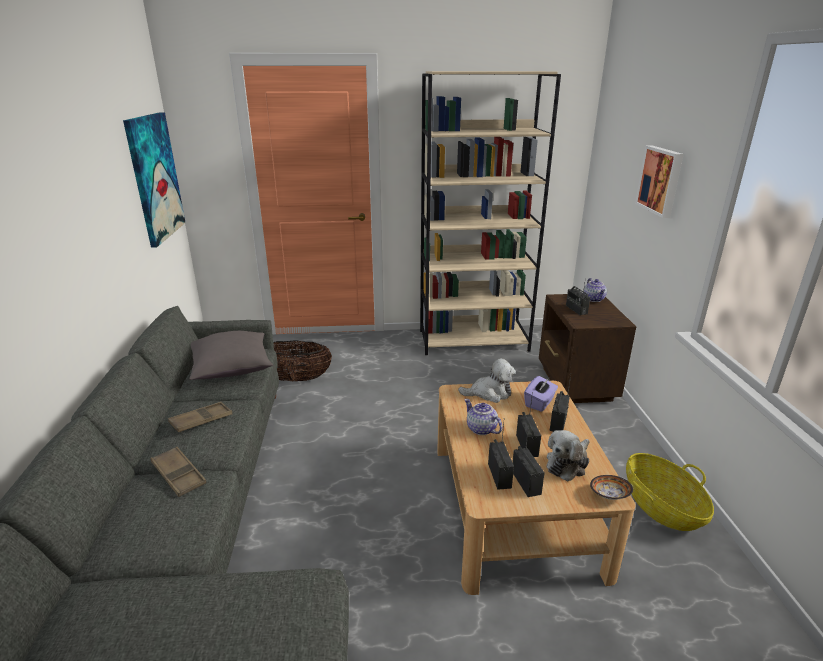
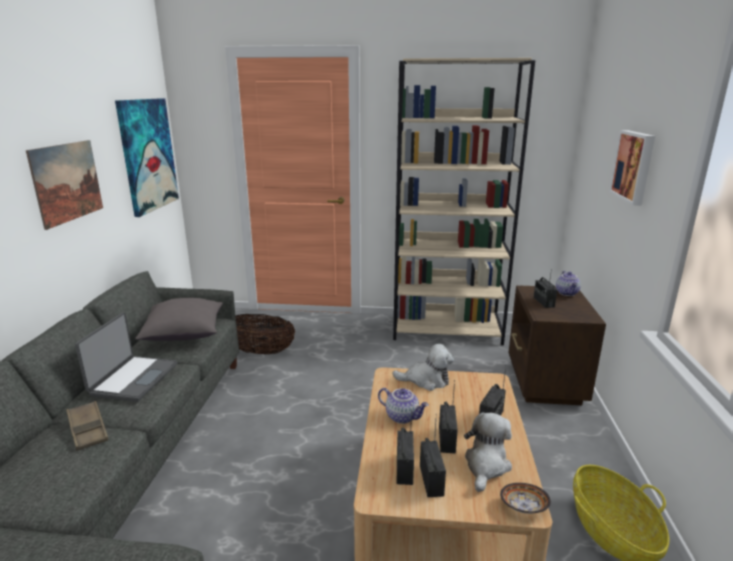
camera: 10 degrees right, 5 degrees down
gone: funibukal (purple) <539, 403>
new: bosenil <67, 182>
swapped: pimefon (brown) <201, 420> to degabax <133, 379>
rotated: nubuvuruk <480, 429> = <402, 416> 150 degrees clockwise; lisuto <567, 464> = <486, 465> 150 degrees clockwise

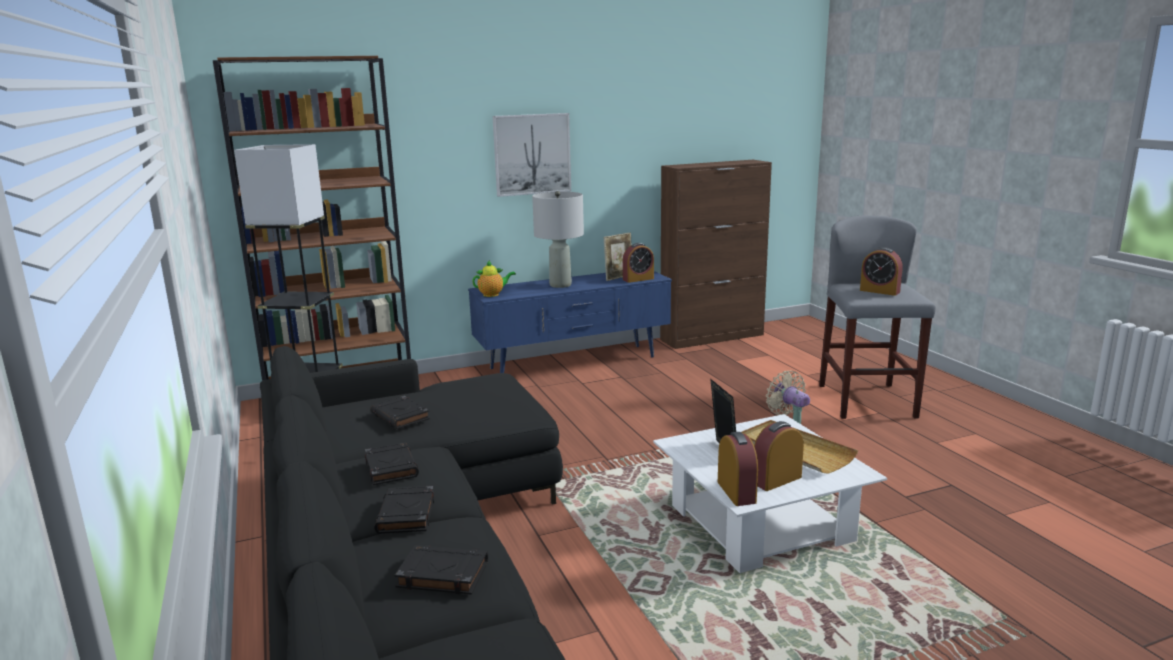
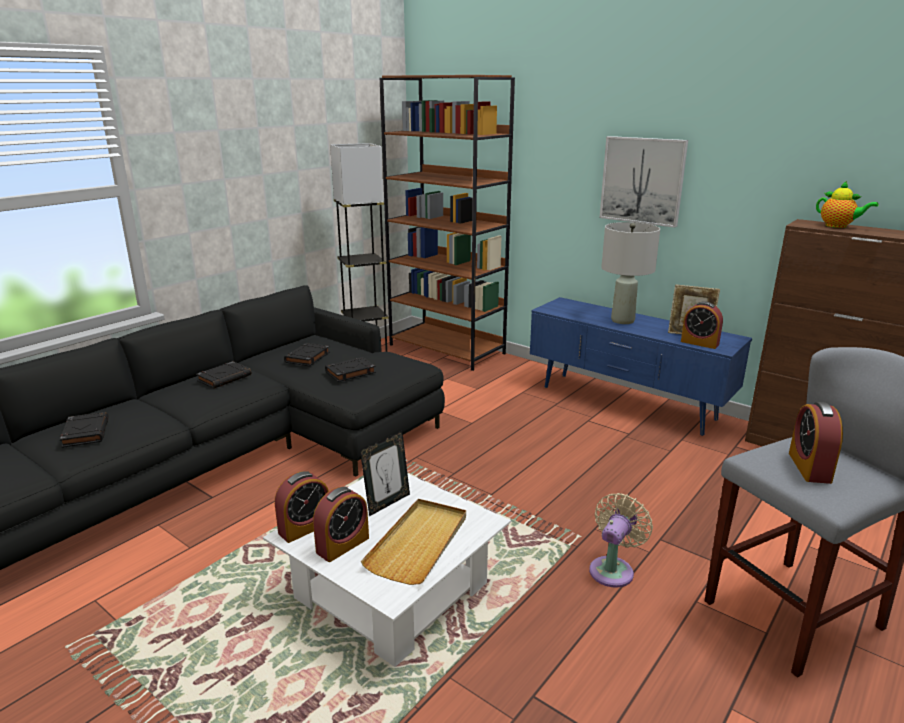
camera: 60 degrees right, 5 degrees up
shifted: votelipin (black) <406, 515> to <350, 373>; nubuvuruk <493, 294> to <838, 226>
rotated: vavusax <776, 480> = <342, 545> 105 degrees clockwise

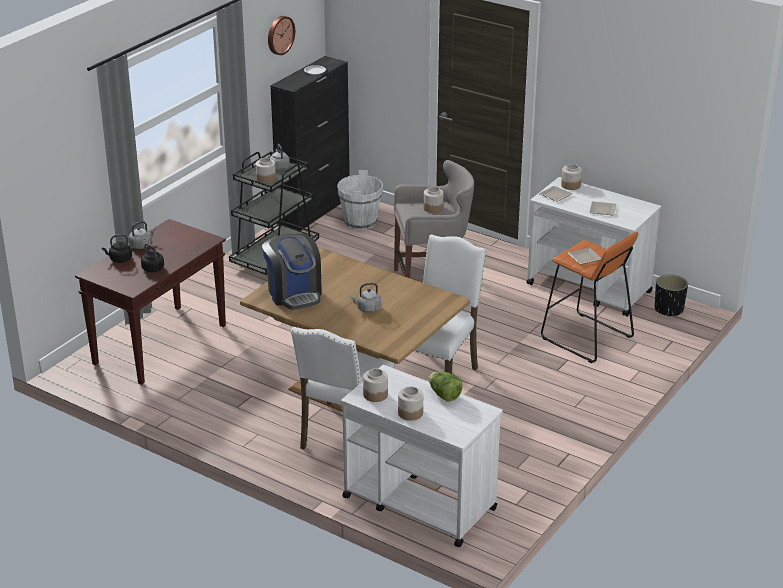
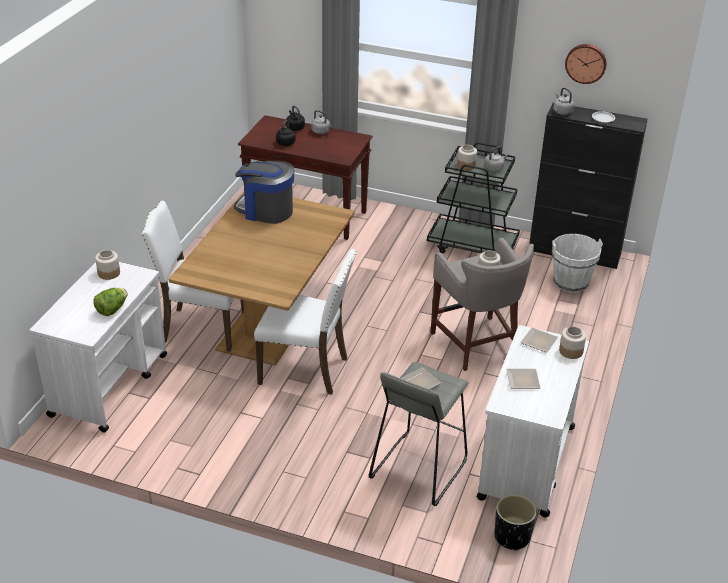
camera: 75 degrees right, 5 degrees up
gone: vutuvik <410, 413>
shifted: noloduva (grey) <367, 309> to <562, 111>
repainted: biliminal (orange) <586, 338> to biliminal (grey) <417, 469>
rotated: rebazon <294, 293> = <266, 210> 60 degrees clockwise

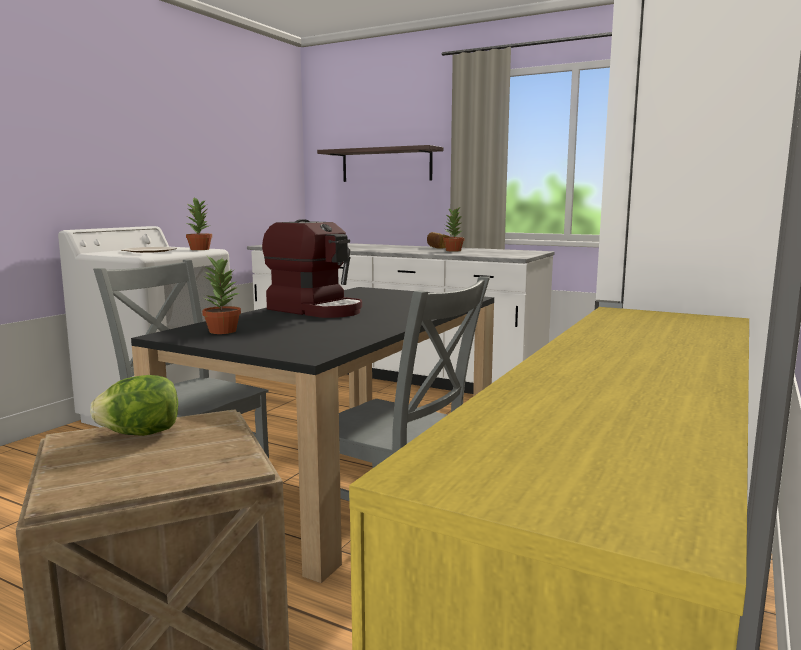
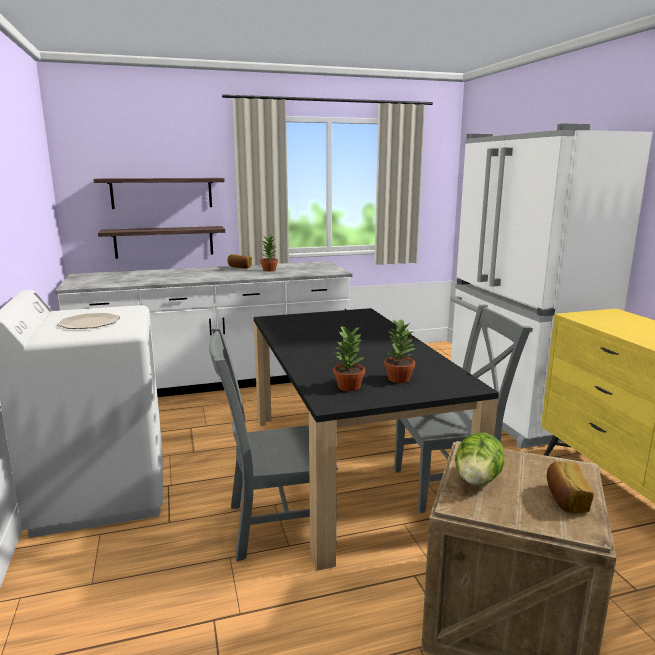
camera: 45 degrees left, 5 degrees up
gone: rebazon <316, 310>
new: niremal <164, 242>; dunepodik <565, 499>
shifted: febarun <200, 249> to <398, 378>

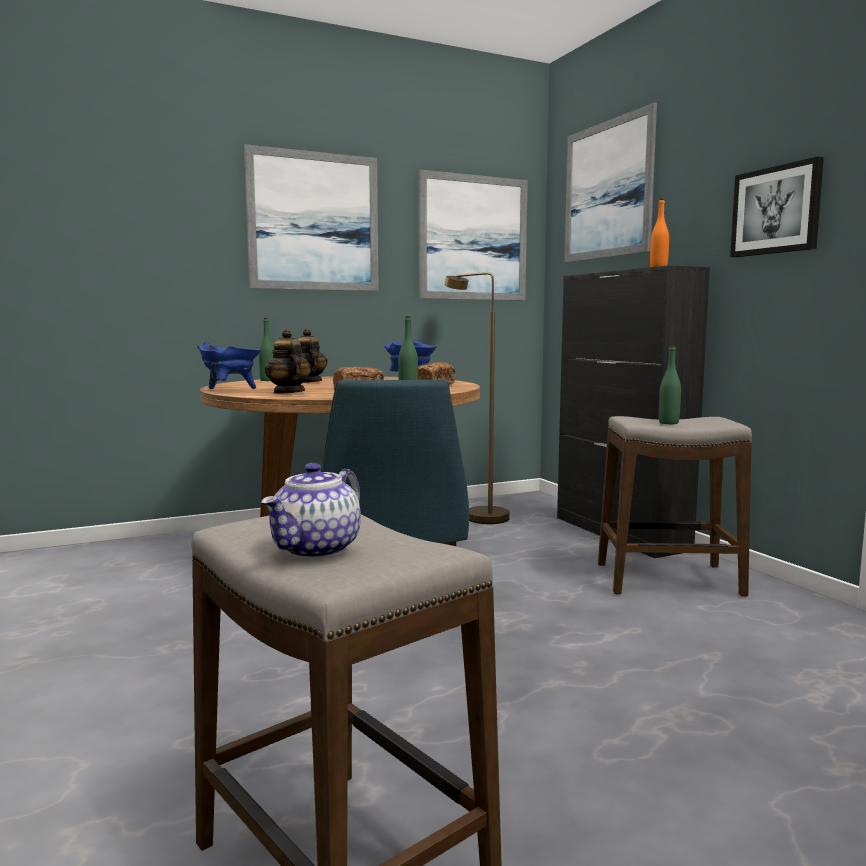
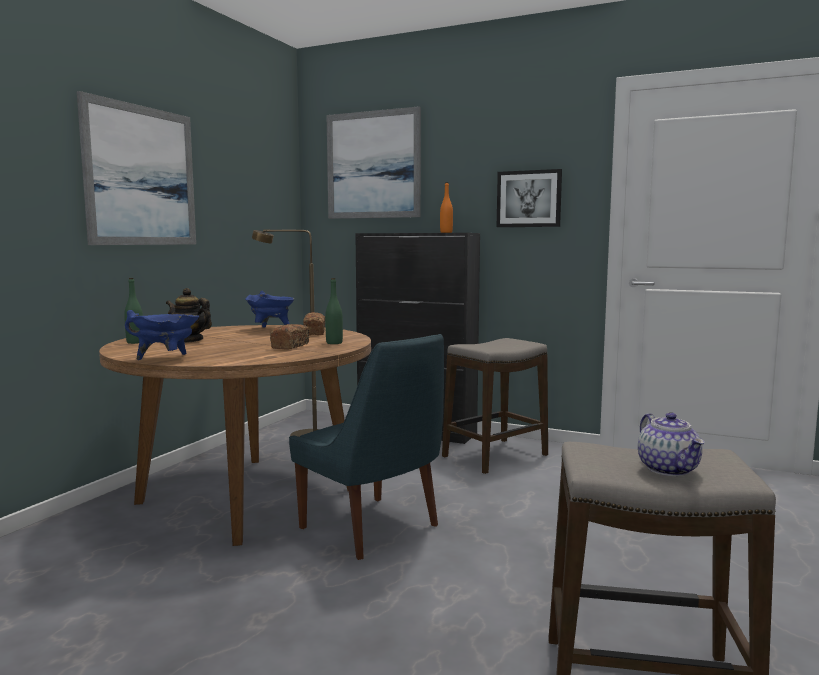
camera: 40 degrees left, 0 degrees up
gone: nubuvuruk <288, 392>; bosenil <473, 238>; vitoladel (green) <668, 423>

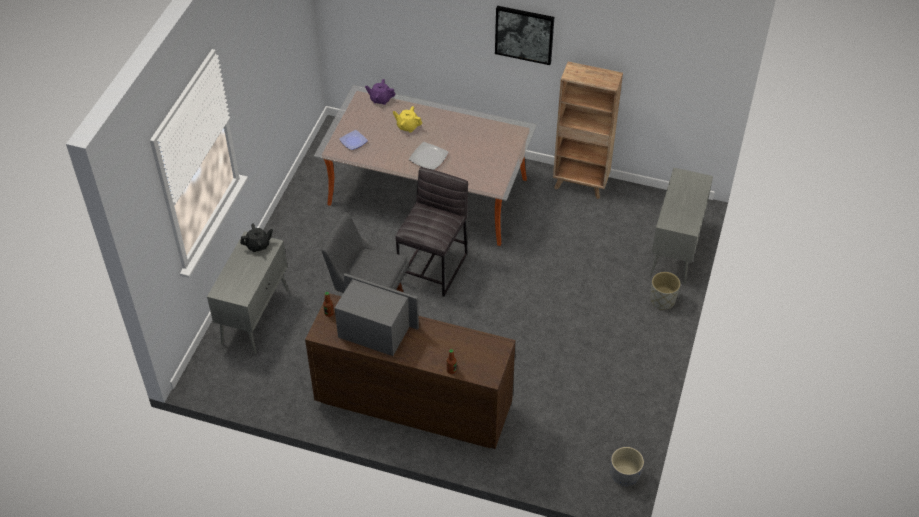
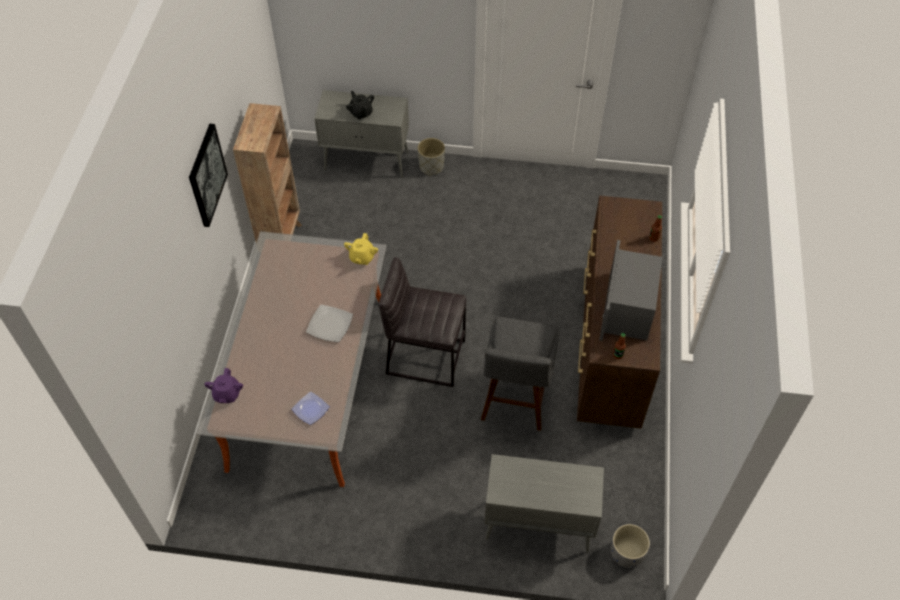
camera: 100 degrees left, 5 degrees up
shifted: nubuvuruk (black) <258, 245> to <361, 112>; nubuvuruk (yellow) <407, 126> to <362, 257>; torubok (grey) <624, 475> to <626, 554>

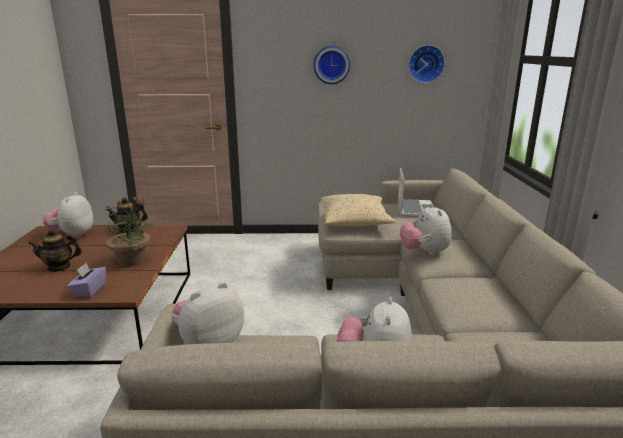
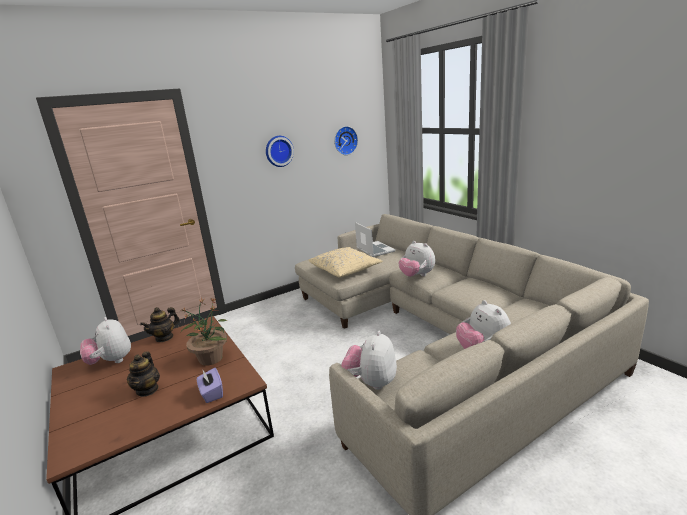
camera: 30 degrees left, 0 degrees up
rotated: nubuvuruk <59, 267> = <147, 390> 45 degrees counterclockwise

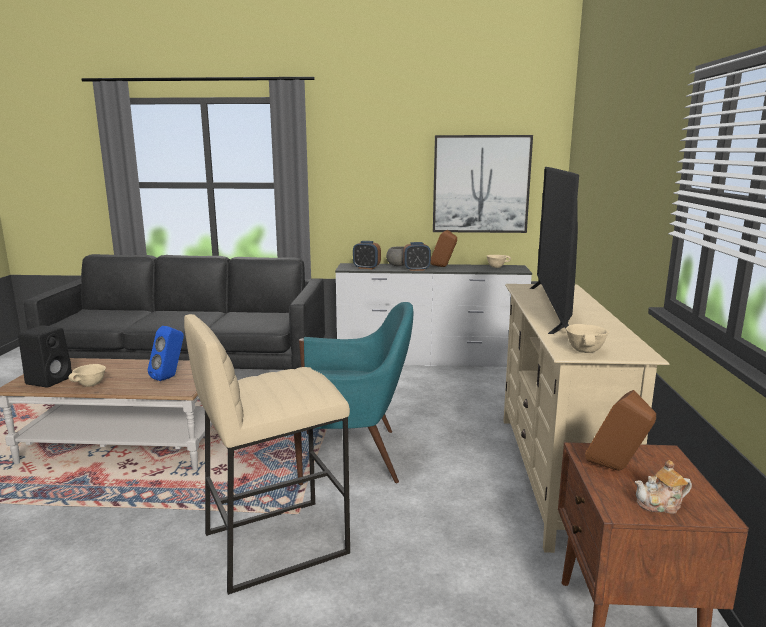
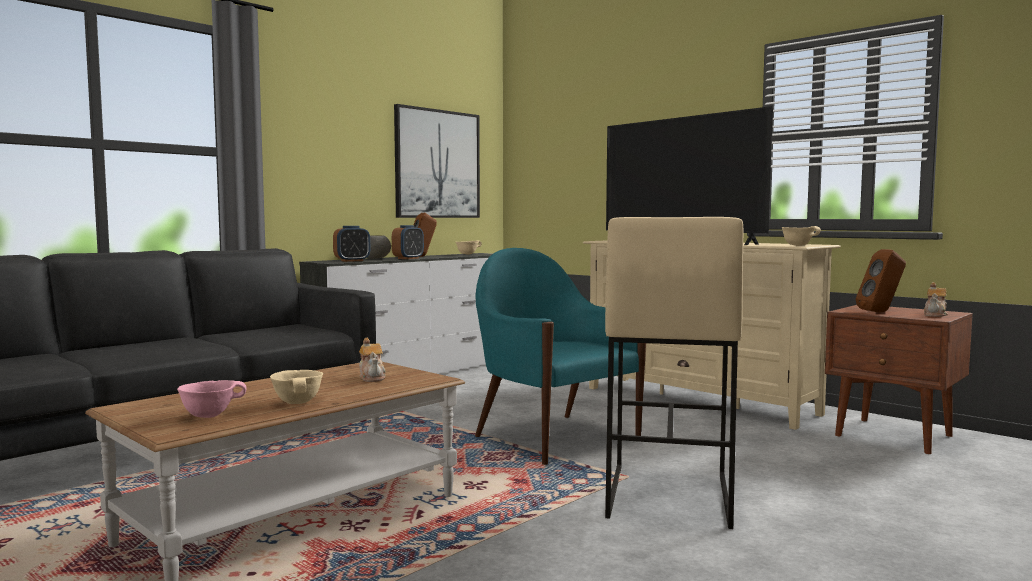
camera: 50 degrees left, 10 degrees down
swapped: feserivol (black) <50, 380> to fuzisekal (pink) <209, 415>; feserivol (blue) <170, 377> to nubuvuruk <372, 377>
rotated: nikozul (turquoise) <352, 456> = <554, 438> 75 degrees counterclockwise

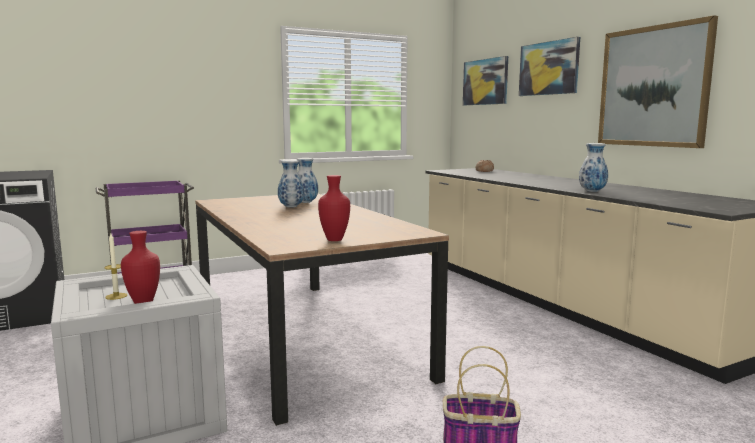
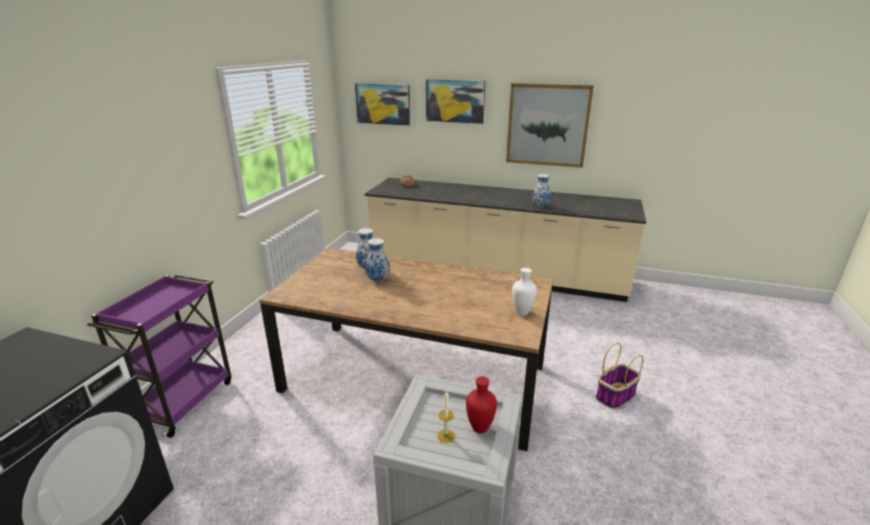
camera: 45 degrees left, 15 degrees up
repainted: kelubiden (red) <333, 240> to kelubiden (white) <521, 313>

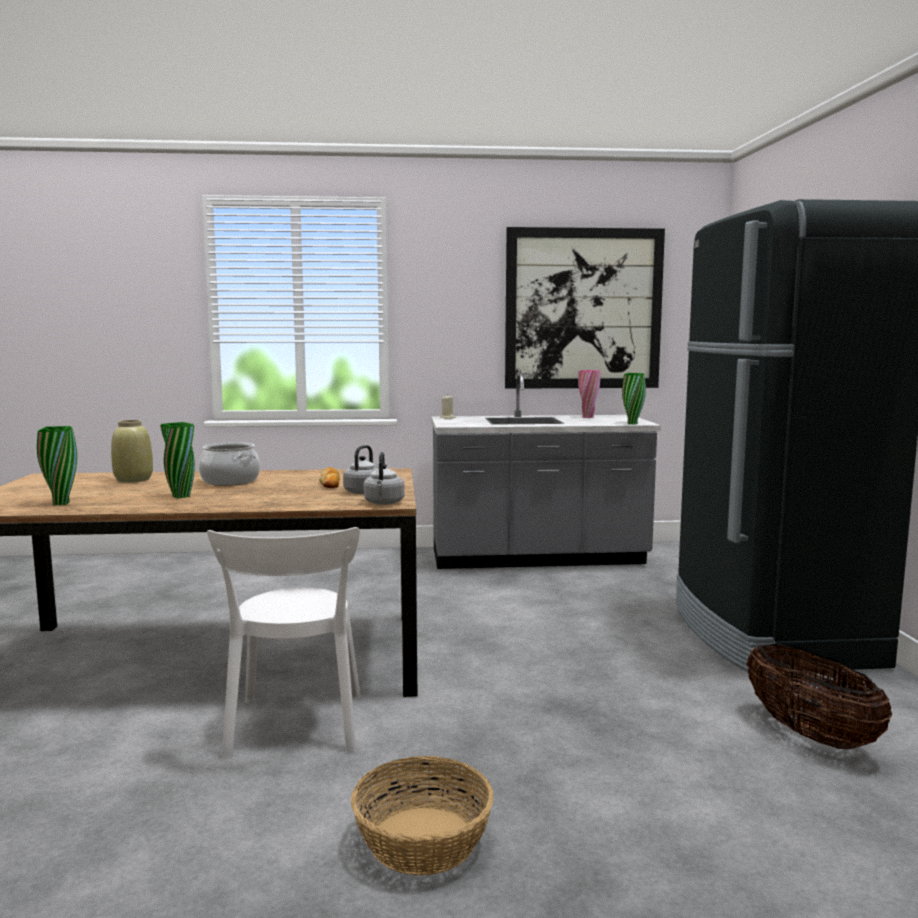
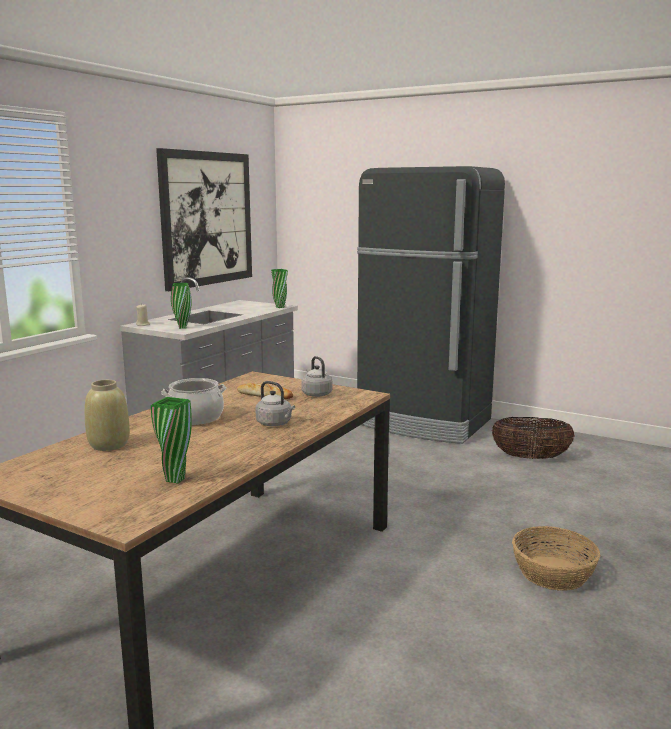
camera: 55 degrees left, 5 degrees up
gone: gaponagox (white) <295, 728>; kelubiden (pink) <588, 417>
shifted: kelubiden (green) <181, 496> to <182, 327>; noloduva (grey) <384, 503> to <275, 424>

